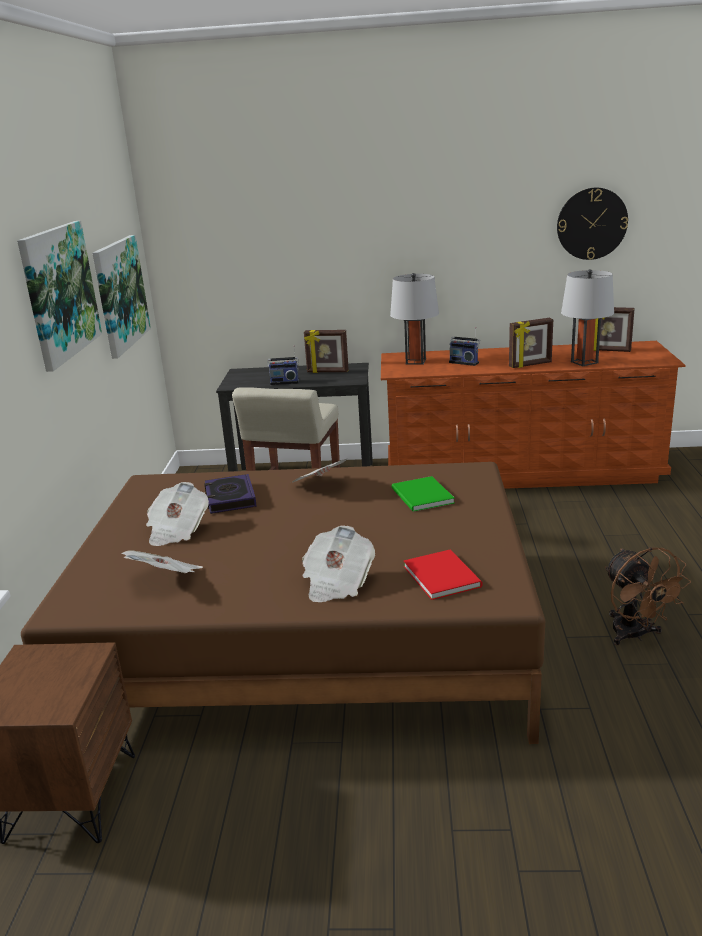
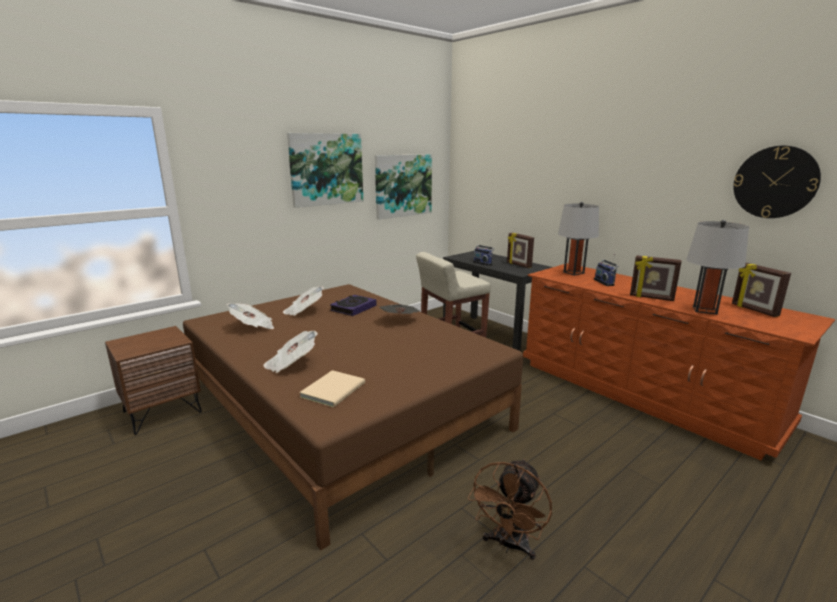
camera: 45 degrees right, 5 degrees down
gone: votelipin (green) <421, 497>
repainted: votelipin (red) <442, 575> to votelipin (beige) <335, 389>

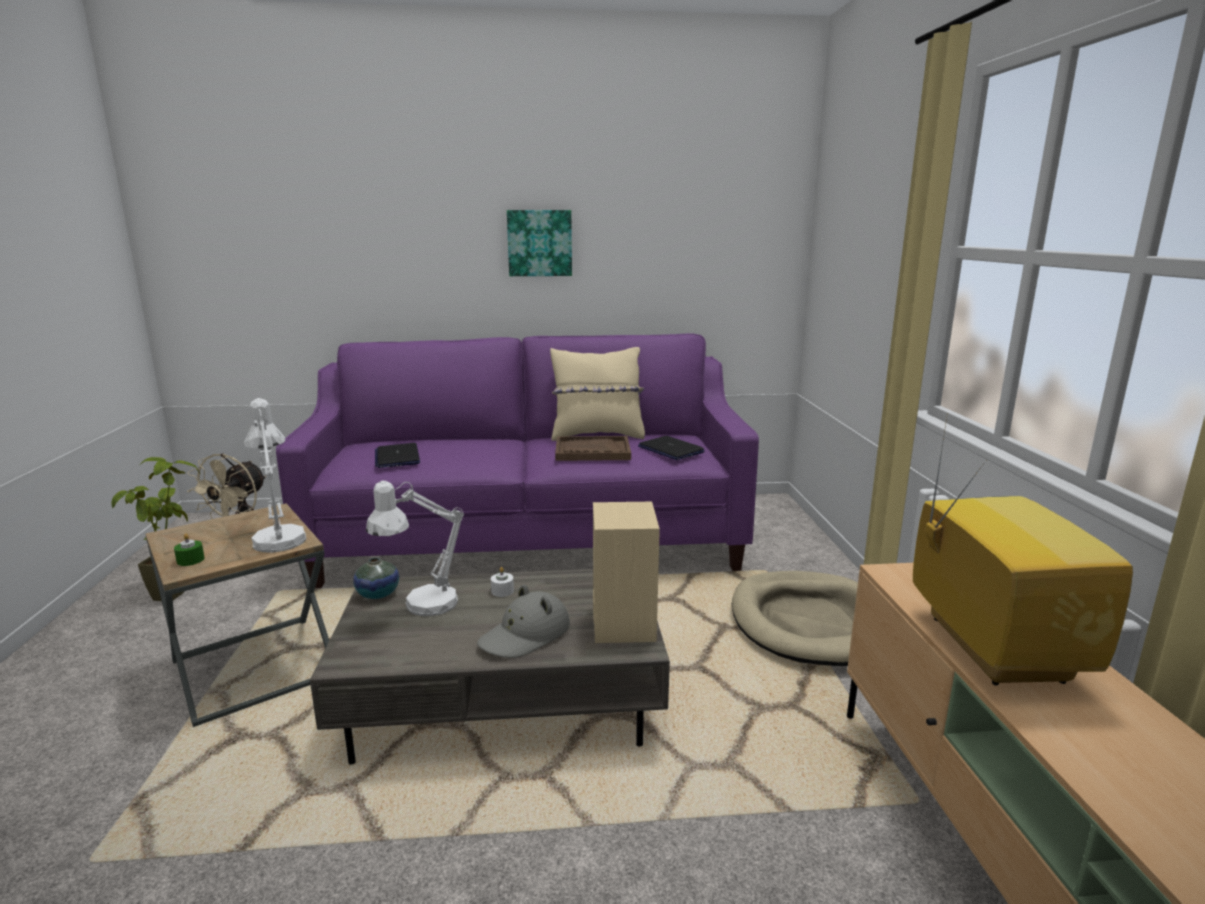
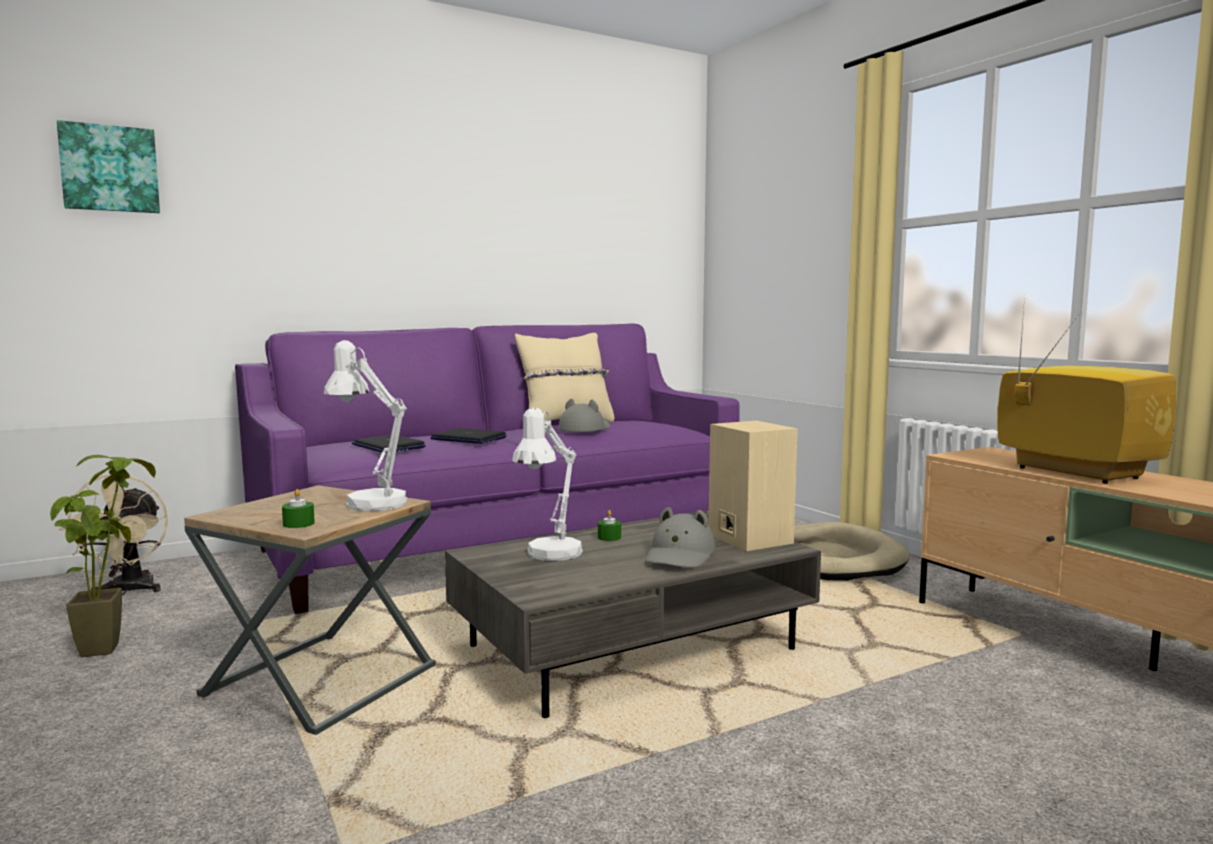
camera: 25 degrees left, 10 degrees down
gone: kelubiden <378, 594>
shifted: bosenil <539, 243> to <110, 169>; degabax <670, 449> to <468, 438>
swapped: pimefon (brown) <592, 451> to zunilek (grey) <585, 429>
repainted: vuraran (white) <502, 591> to vuraran (green) <609, 537>

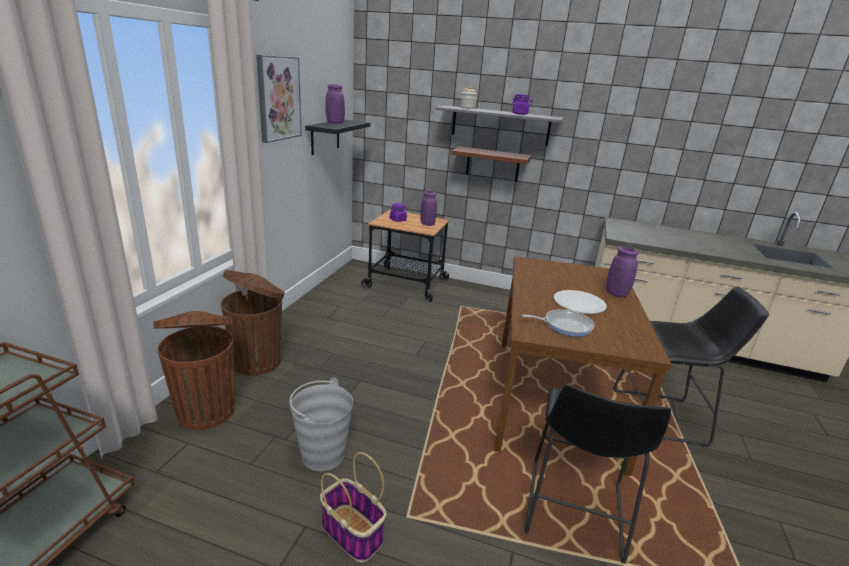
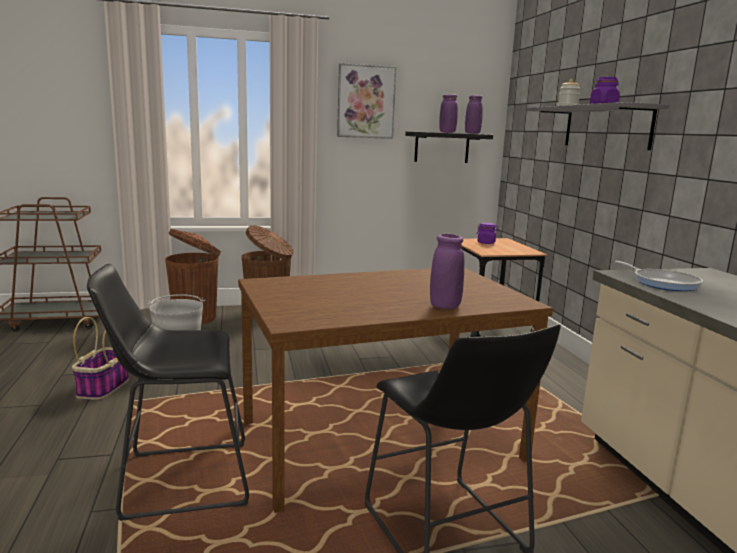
camera: 60 degrees right, 10 degrees down
gone: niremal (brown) <493, 164>; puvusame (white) <579, 303>
shifted: kelubiden (purple) <427, 224> to <472, 133>; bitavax <565, 325> to <662, 283>

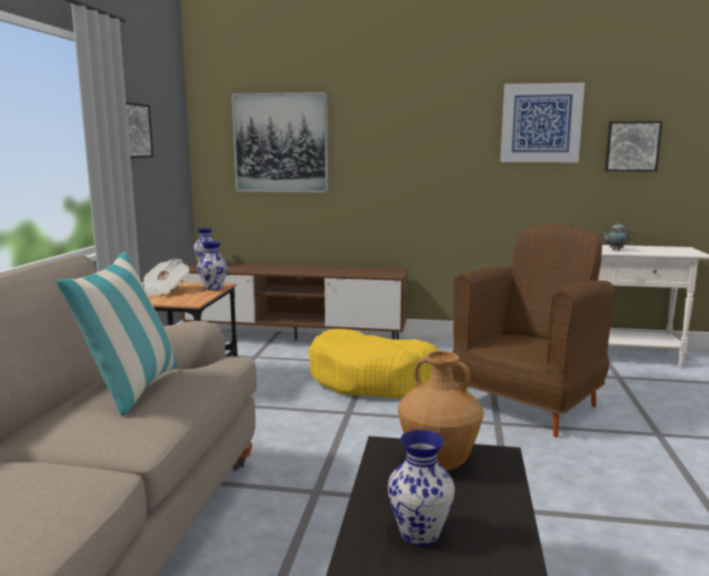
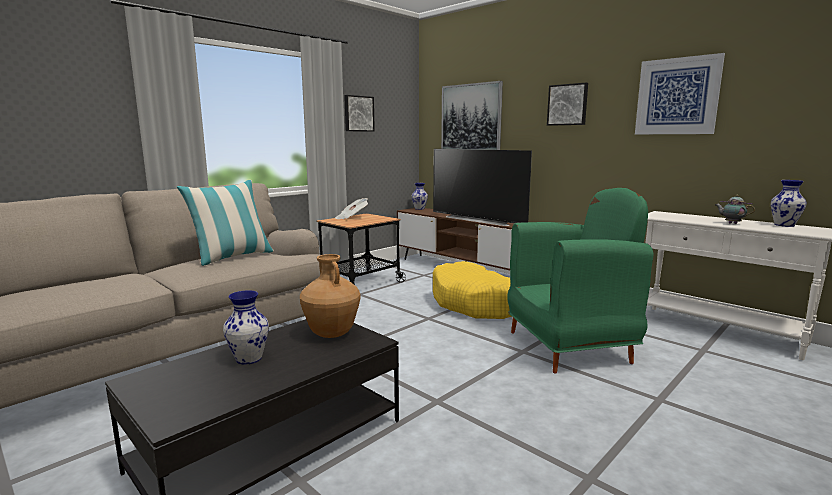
camera: 35 degrees right, 0 degrees up
new: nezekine <479, 220>
shifted: kelubiden <213, 288> to <784, 225>; bosenil <632, 146> to <567, 105>
repainted: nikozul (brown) <527, 405> to nikozul (green) <570, 347>

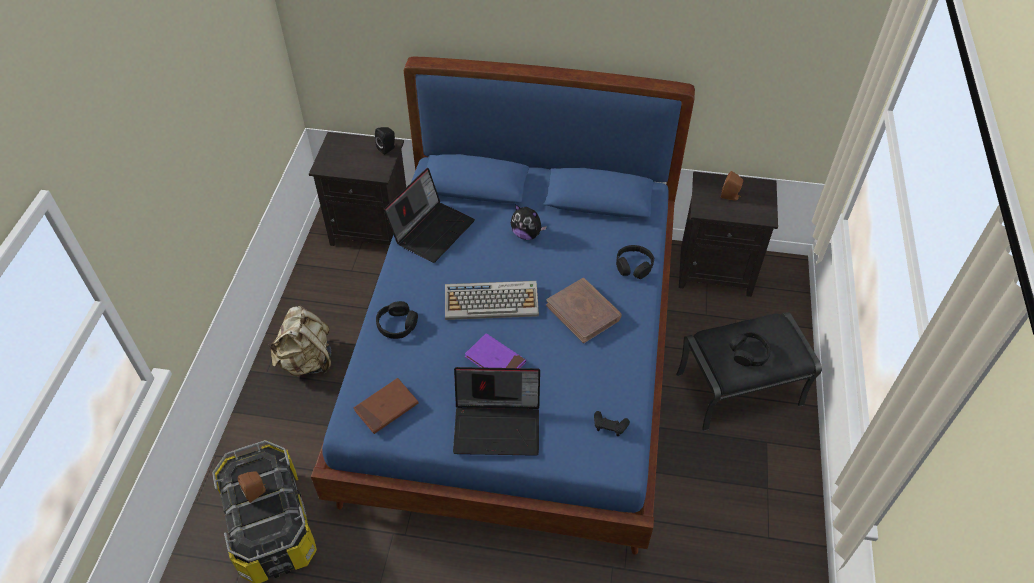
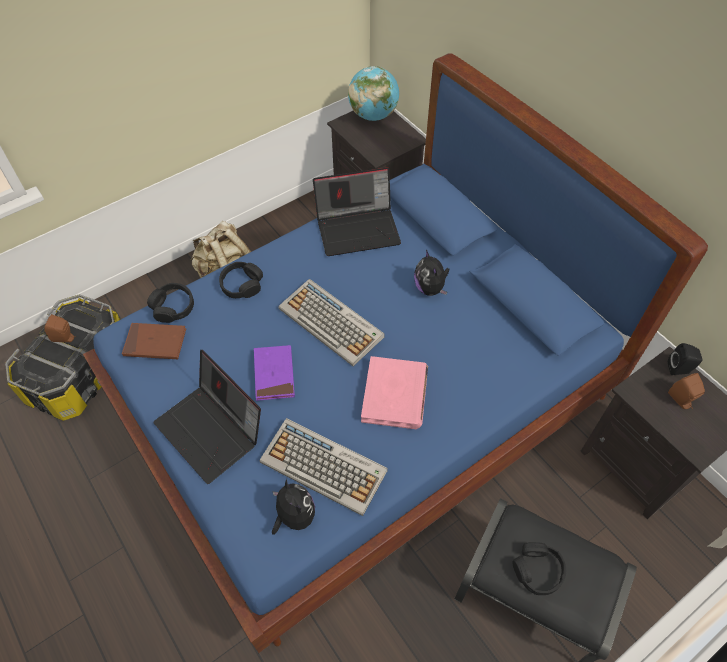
camera: 45 degrees right, 5 degrees up
new: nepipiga <325, 466>; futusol <373, 115>
shifted: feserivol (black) <387, 148> to <680, 369>; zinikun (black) <634, 266> to <173, 307>
swapped: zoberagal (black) <609, 426> to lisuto <294, 516>
repainted: votelipin (brown) <583, 312> to votelipin (pink) <395, 395>

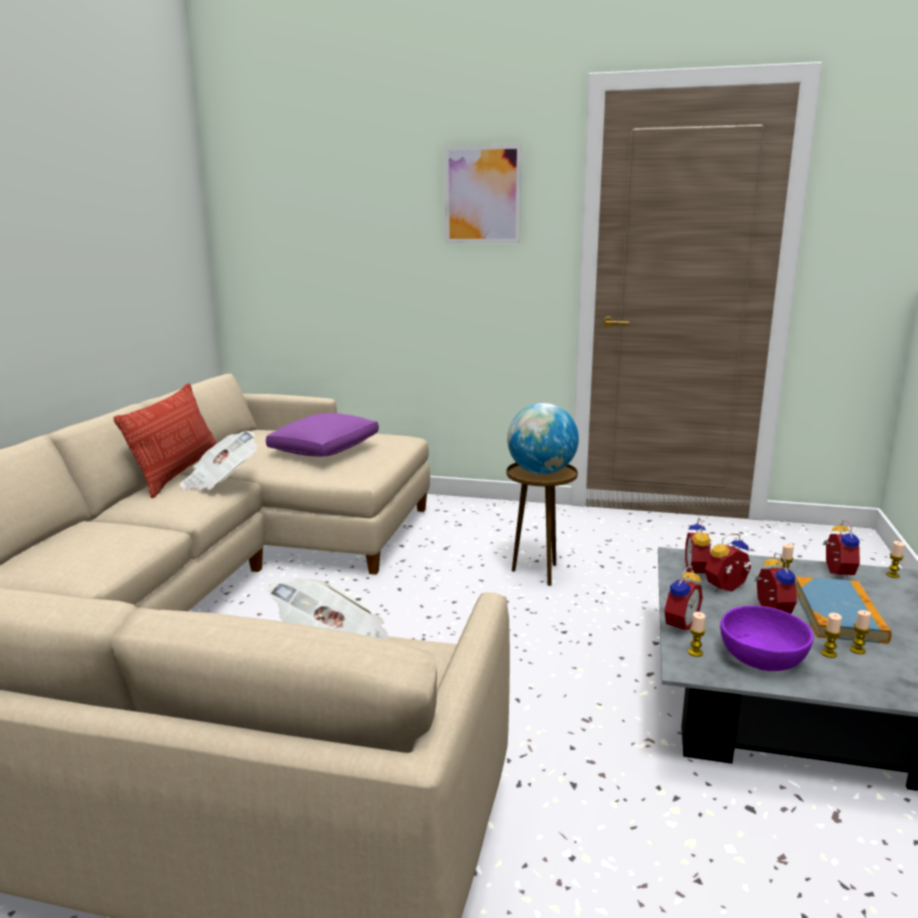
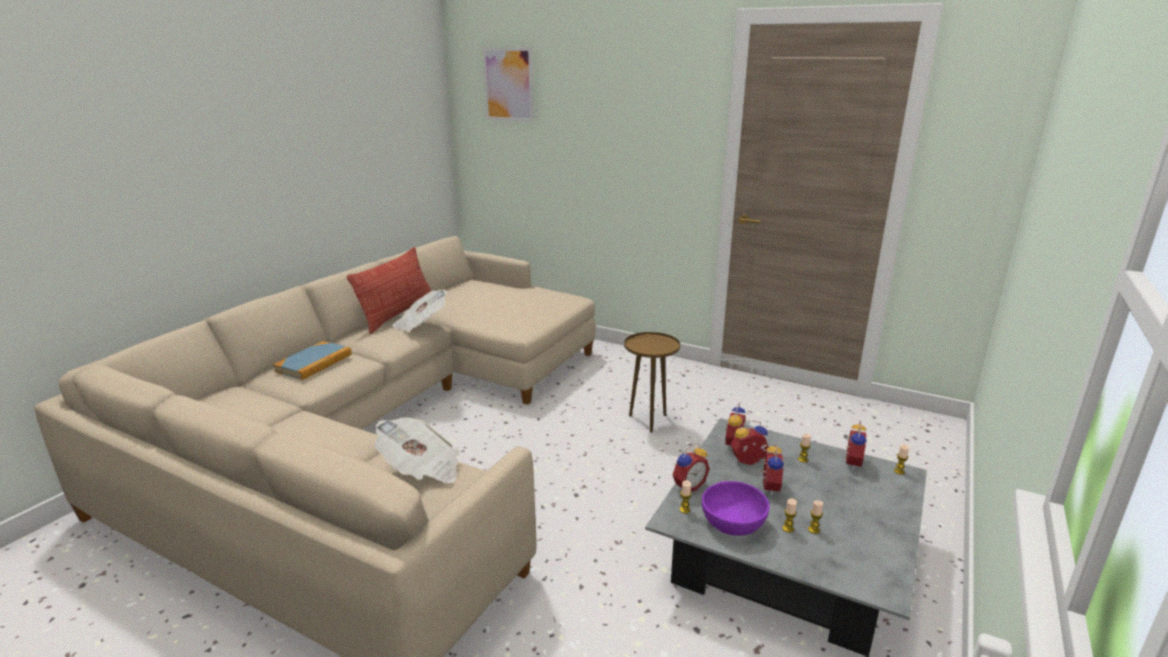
camera: 15 degrees right, 5 degrees up
gone: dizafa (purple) <325, 449>; futusol <541, 472>
shifted: bosenil <482, 195> to <508, 84>; votelipin <838, 613> to <314, 363>

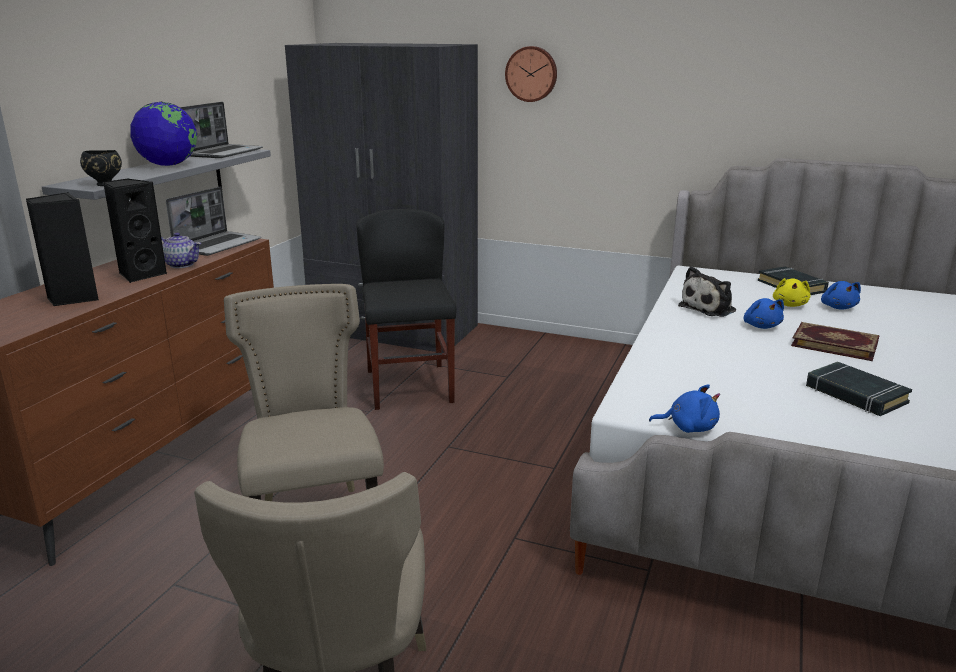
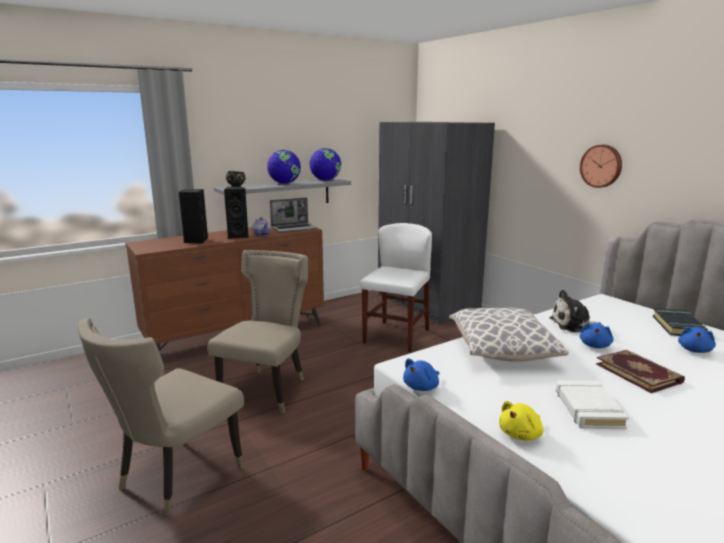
camera: 35 degrees right, 5 degrees down
new: dizafa <502, 351>
shifted: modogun <531, 74> to <601, 166>; lisuto (yellow) <790, 305> to <521, 434>
swapped: degabax <225, 153> to futusol <325, 180>
repainted: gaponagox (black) <409, 386> to gaponagox (white) <396, 336>; votelipin (black) <855, 395> to votelipin (white) <588, 409>
rotated: lisuto (blue) <688, 427> = <422, 387> 90 degrees clockwise

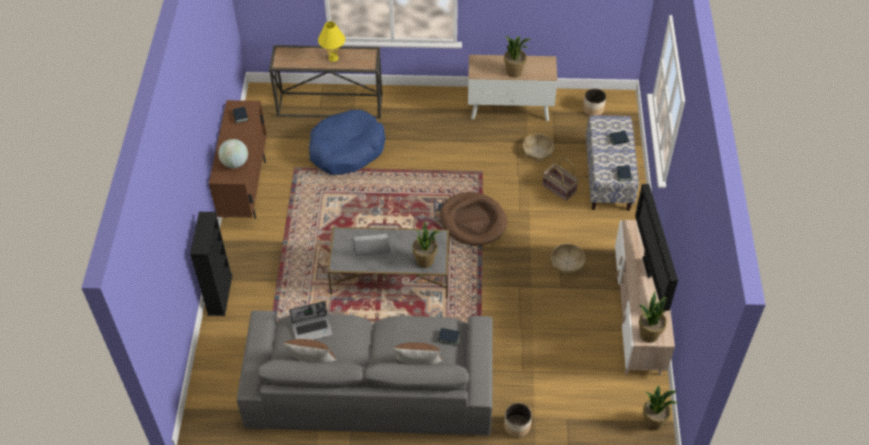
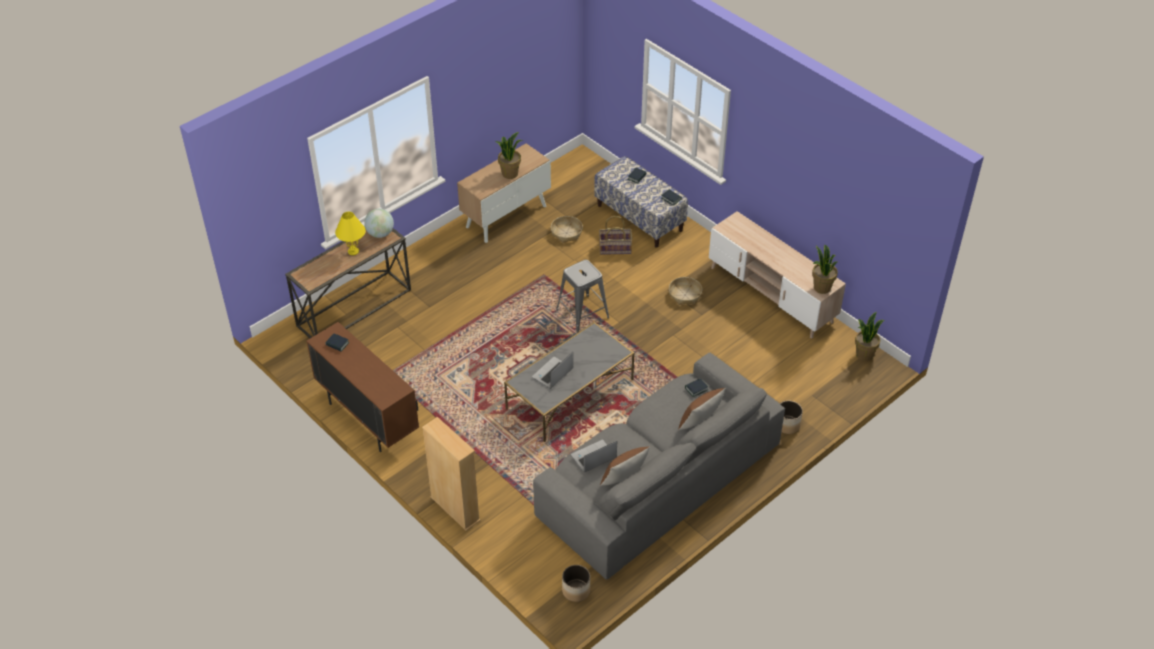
camera: 45 degrees left, 5 degrees down
gone: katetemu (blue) <346, 150>; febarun <425, 261>; nezekine <649, 268>
shifted: futusol <235, 163> to <380, 234>; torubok <593, 109> to <576, 591>
swapped: katetemu (brown) <473, 221> to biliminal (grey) <582, 314>
repainted: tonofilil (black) <220, 294> to tonofilil (beige) <455, 509>
rotated: degabax <312, 329> = <593, 457> 150 degrees counterclockwise

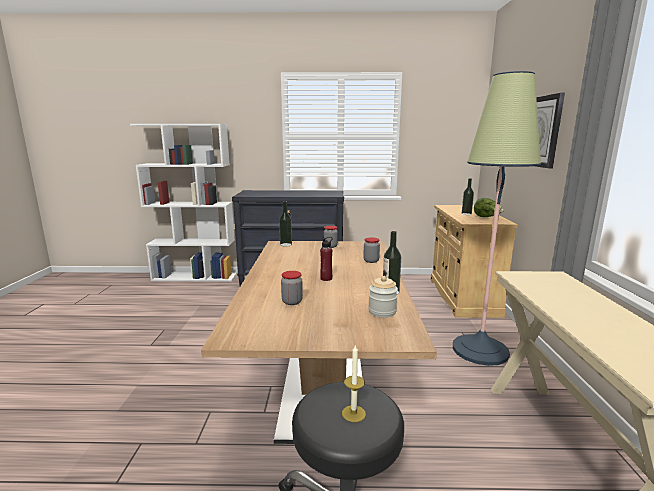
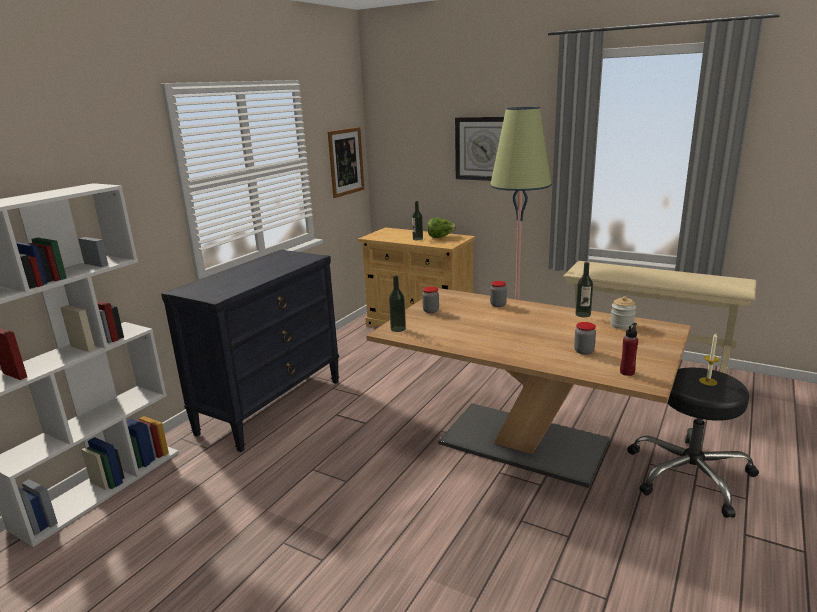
camera: 60 degrees left, 5 degrees up
new: bosenil <346, 162>
shifted: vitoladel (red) <326, 278> to <627, 372>

